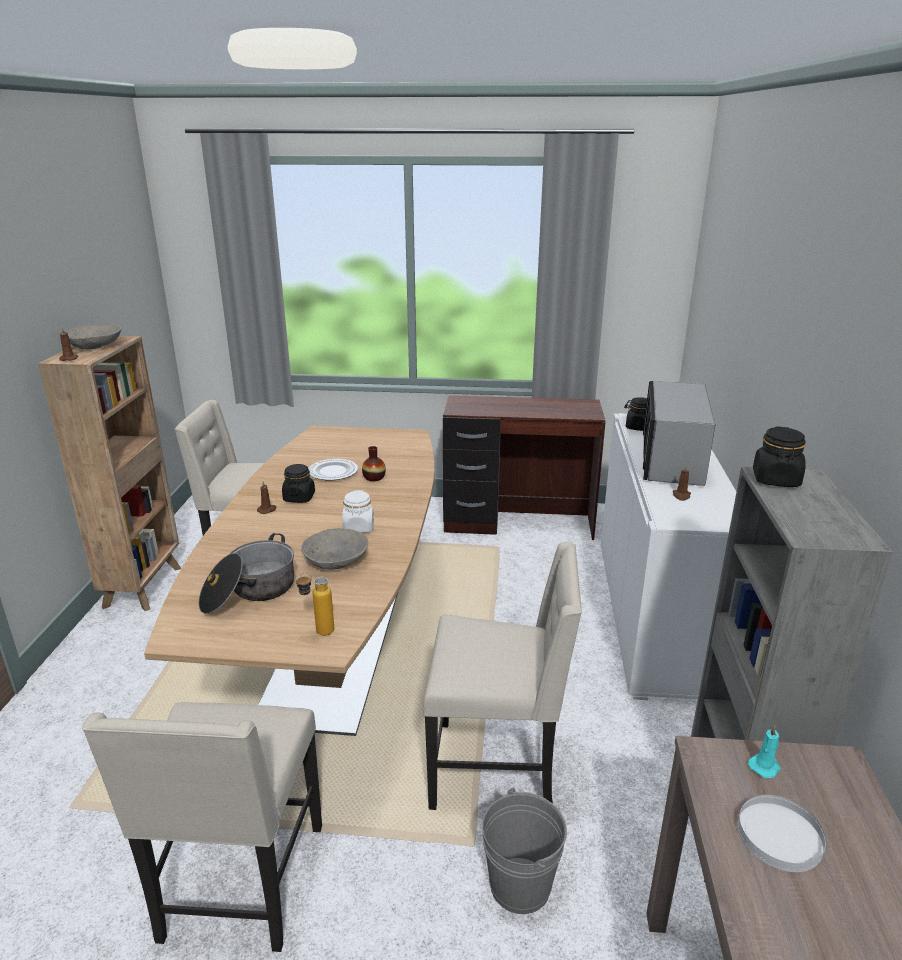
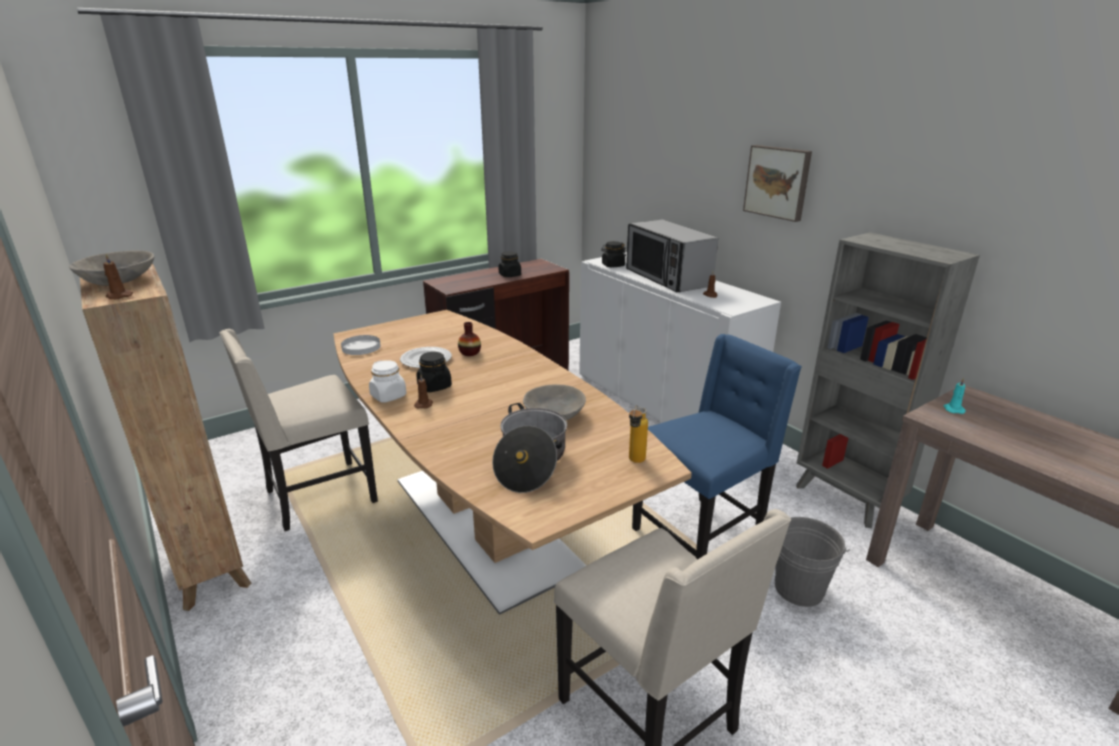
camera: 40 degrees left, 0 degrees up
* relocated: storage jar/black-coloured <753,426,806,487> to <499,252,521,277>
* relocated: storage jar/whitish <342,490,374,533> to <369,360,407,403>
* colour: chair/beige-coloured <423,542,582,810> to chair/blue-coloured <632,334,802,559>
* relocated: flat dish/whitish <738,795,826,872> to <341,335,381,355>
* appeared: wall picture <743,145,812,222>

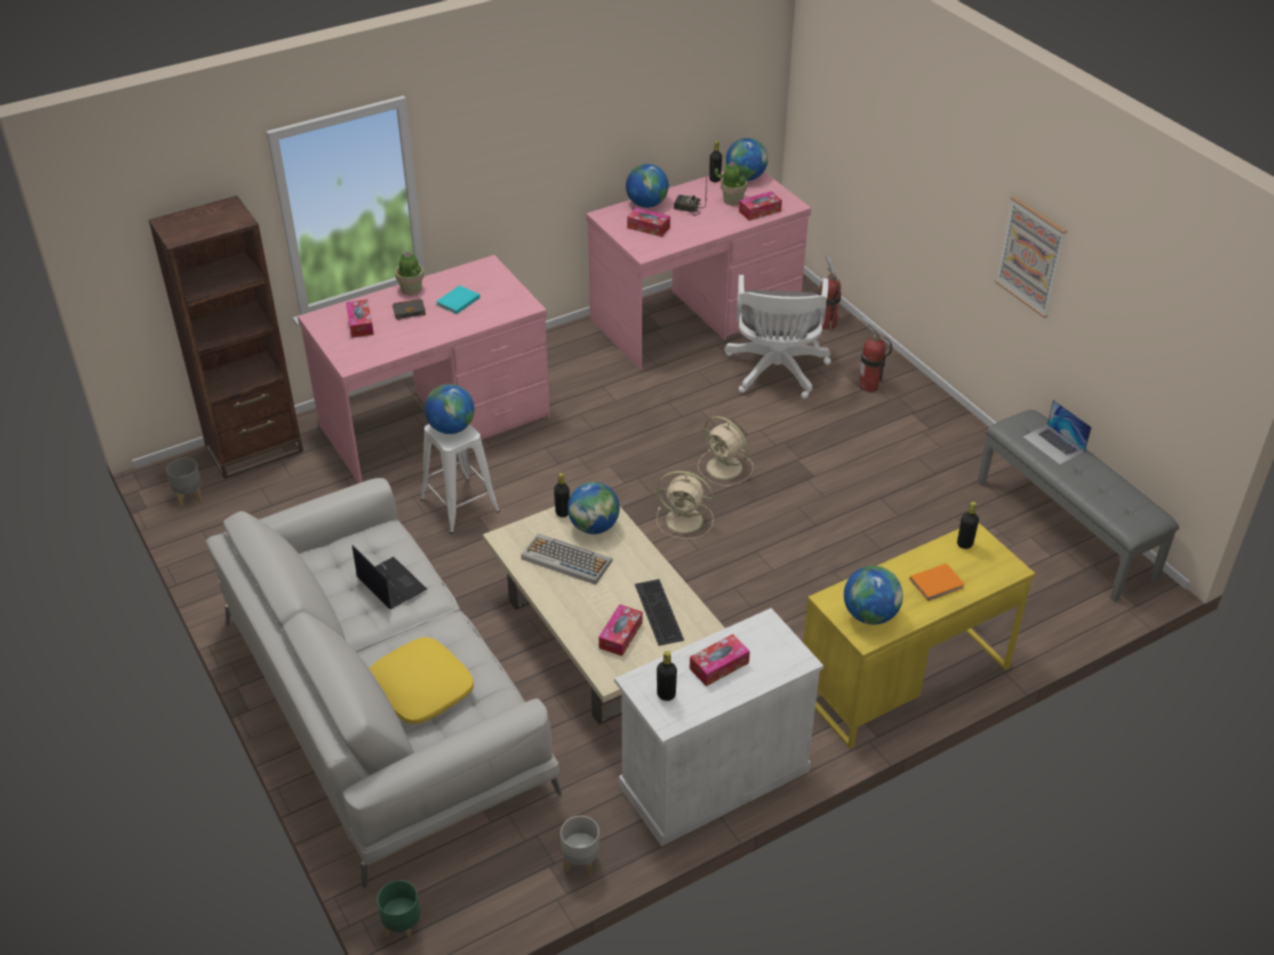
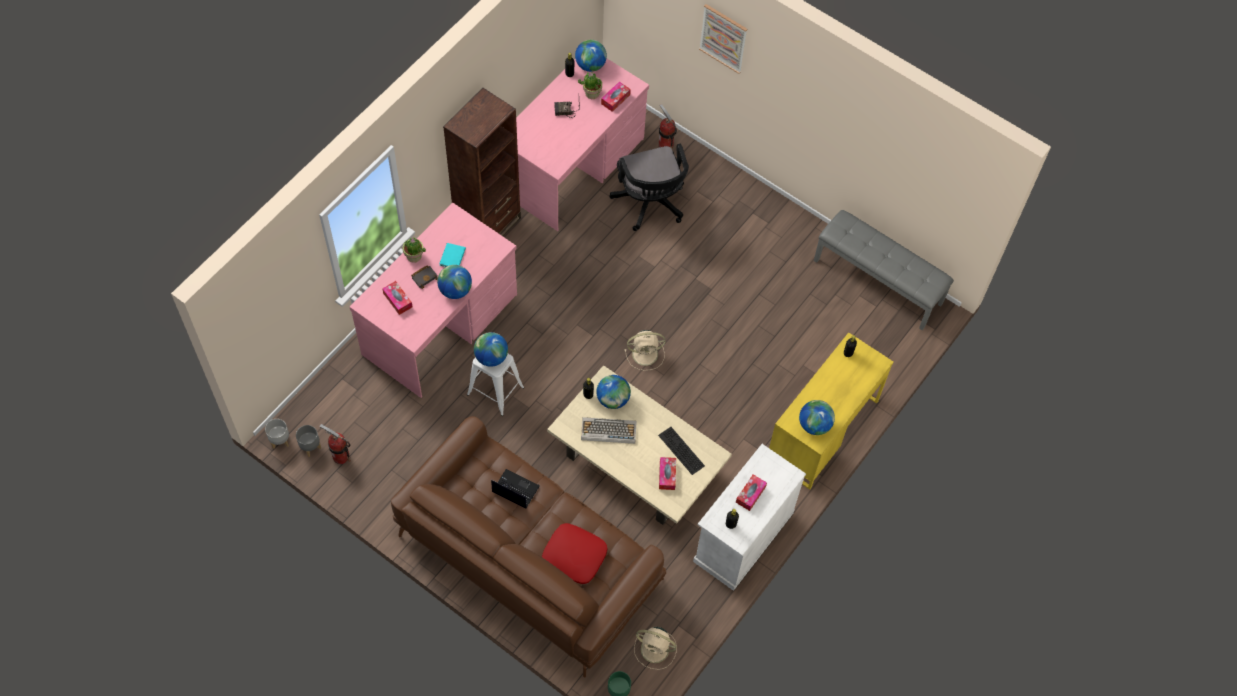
camera: 25 degrees left, 20 degrees up
* relocated: desk globe <626,164,669,208> to <437,265,472,299>
* relocated: shelving unit/brown-coloured <149,196,303,479> to <443,88,521,236>
* relocated: wall picture <995,196,1067,318> to <699,4,747,74>
* missing: box of tissues <627,208,670,237>
* colour: office chair/whitish <725,275,831,399> to office chair/black-coloured <609,144,689,231>
* relocated: extinguisher <859,317,892,392> to <320,424,351,464>
* missing: notebook computer <1023,400,1092,465>
* relocated: fan/beige-coloured <697,416,754,486> to <634,627,677,670>
* colour: couch/whitish <206,478,562,889> to couch/brown-coloured <391,416,666,677>
* missing: book/orangey <910,563,965,601>
* colour: throw pillow/yellow <369,637,474,724> to throw pillow/red <542,523,607,584>
* relocated: planter/grey <560,816,600,877> to <265,419,289,449>

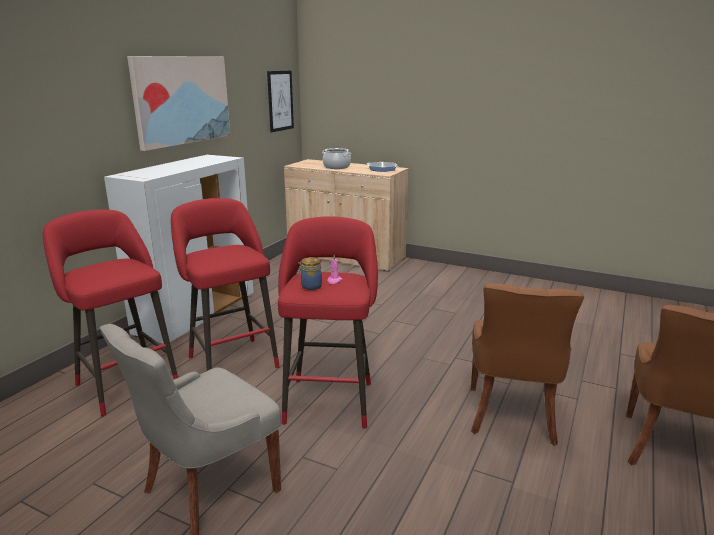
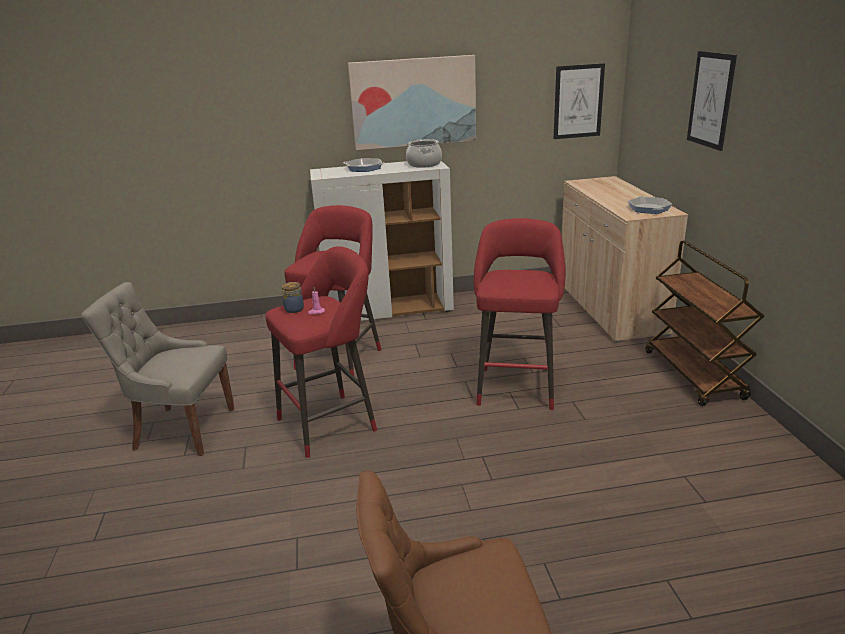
camera: 55 degrees right, 5 degrees up
* relocated: saucepot <322,148,351,169> to <406,139,442,168>
* relocated: stool seat/red <43,210,178,416> to <474,218,566,410>
* missing: chair/brown-coloured <471,283,584,446>
* appeared: wall picture <687,51,737,151>
* appeared: skillet <344,158,384,172>
* appeared: trolley/brown-coloured <645,240,764,406>

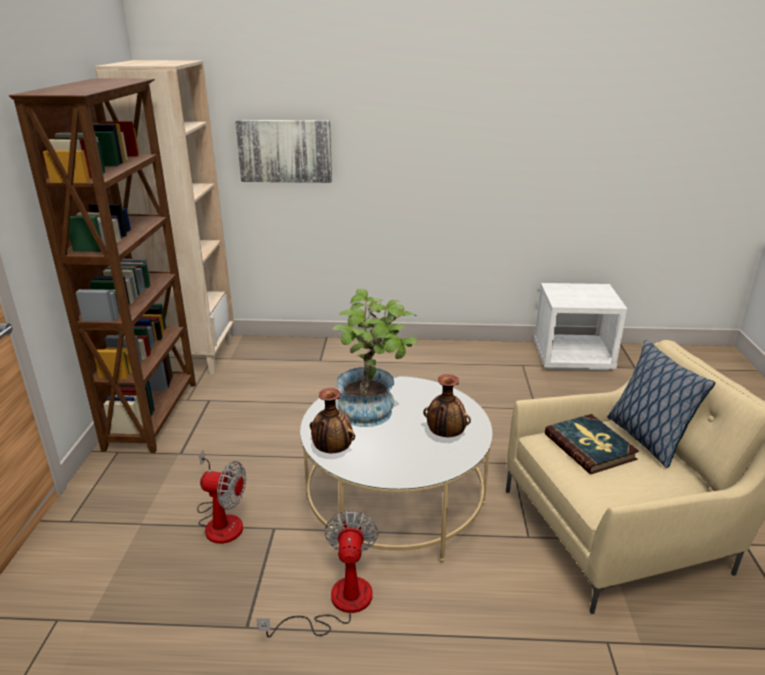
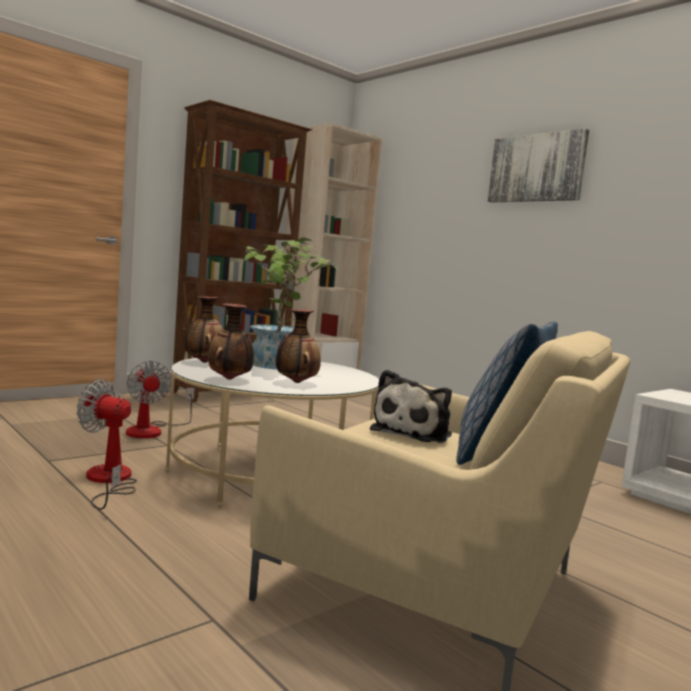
camera: 45 degrees right, 20 degrees down
* relocated: wall picture <235,120,332,183> to <488,129,589,202>
* exchanged: book <545,414,639,474> to plush toy <370,369,452,443>
* spun: fan <257,511,378,638> = <76,380,137,510> 120 degrees counterclockwise
* appeared: vase <208,303,254,380>

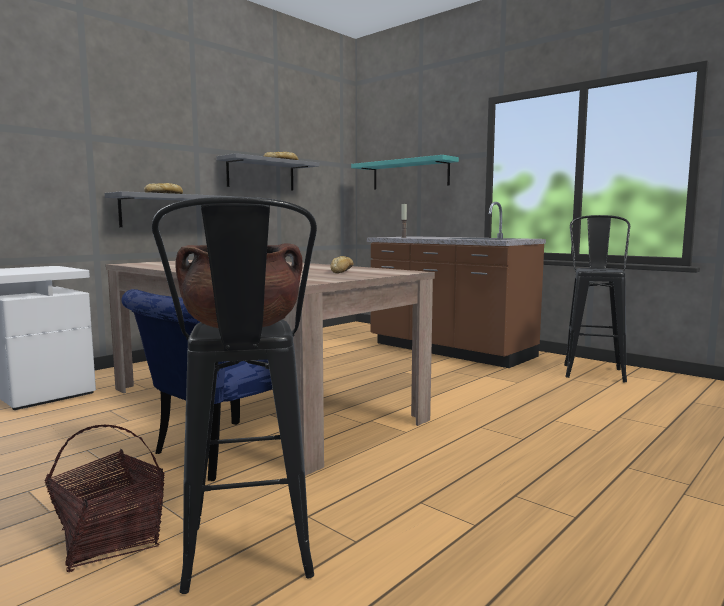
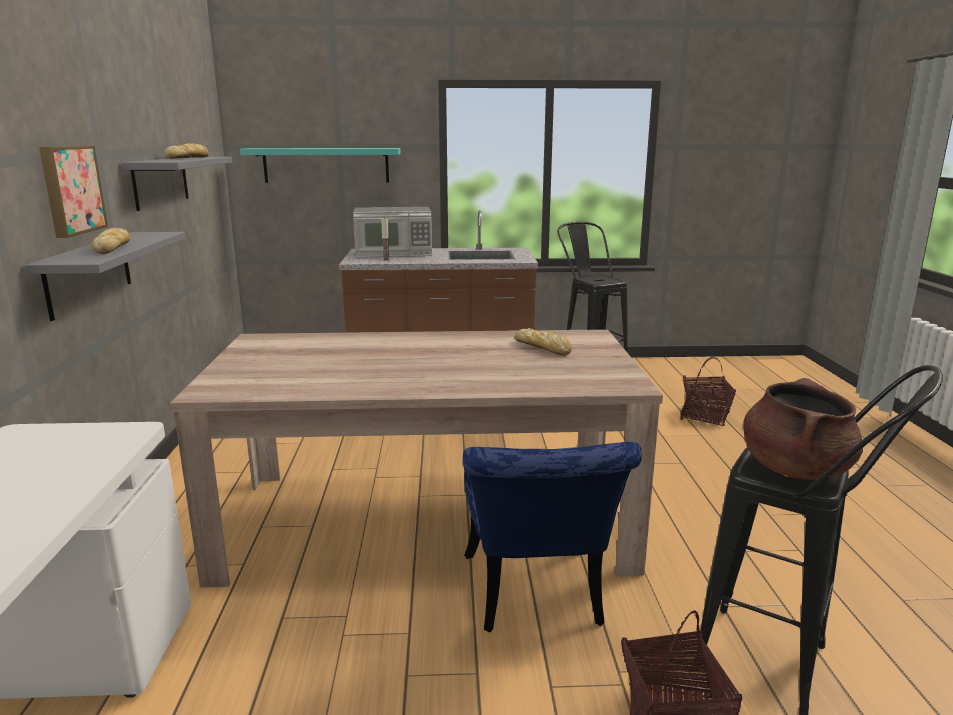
camera: 45 degrees left, 10 degrees up
* appeared: wall picture <39,146,108,238>
* appeared: microwave <353,207,432,258>
* appeared: basket <680,357,736,426>

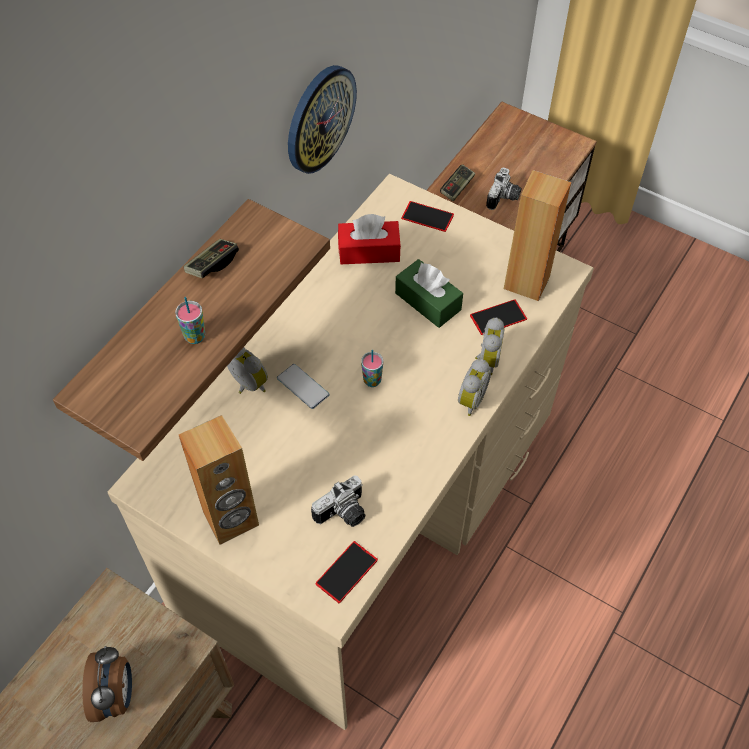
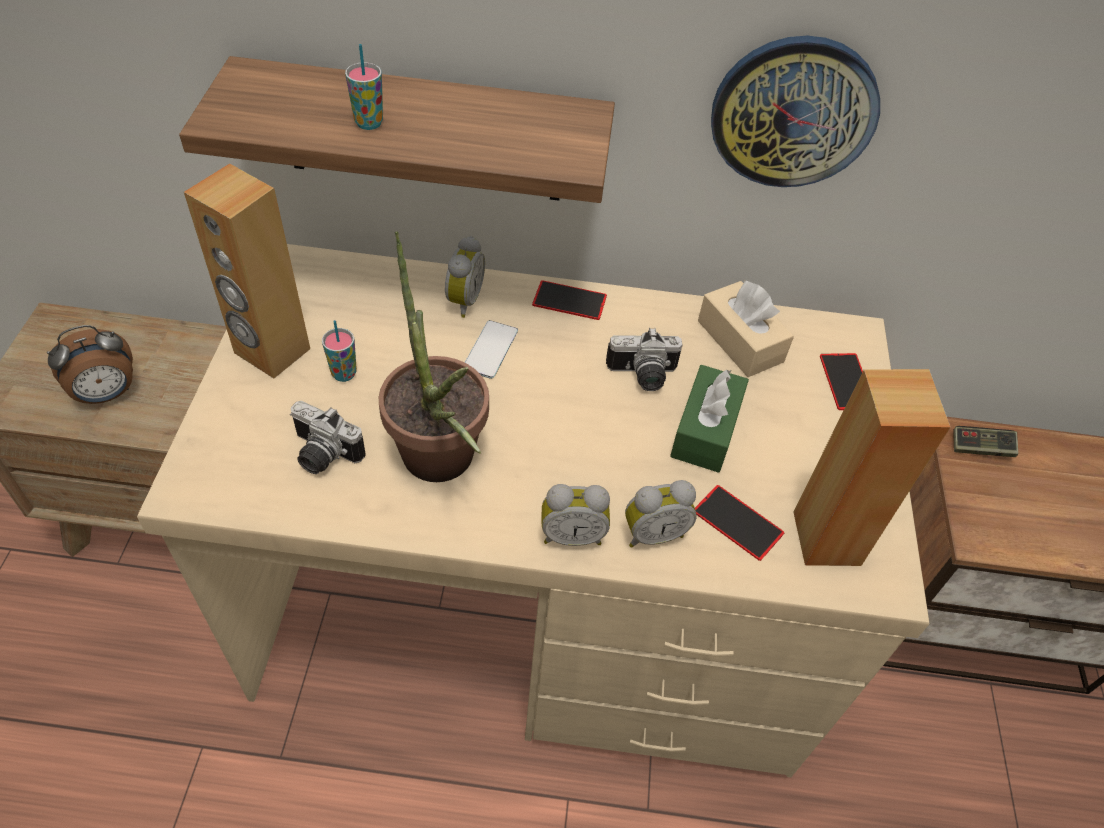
camera: 60 degrees right, 5 degrees down
* relocated: photo camera <486,167,521,210> to <606,328,682,391>
* colour: box of tissues/red <338,214,401,264> to box of tissues/beige-coloured <698,280,794,377>
* missing: game controller <184,239,239,278>
* relocated: drinking cup <361,350,383,387> to <322,320,357,382>
* relocated: telephone <315,541,378,603> to <532,280,607,320>
* appeared: houseplant <379,231,489,482>

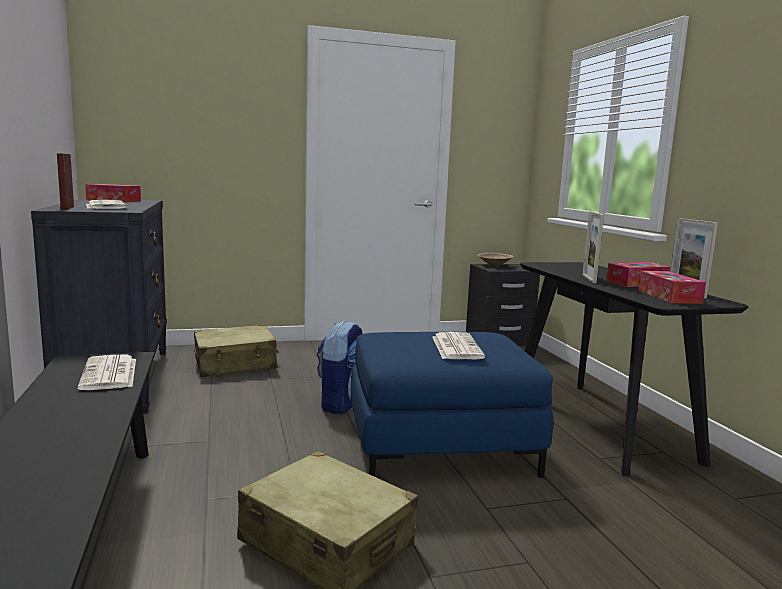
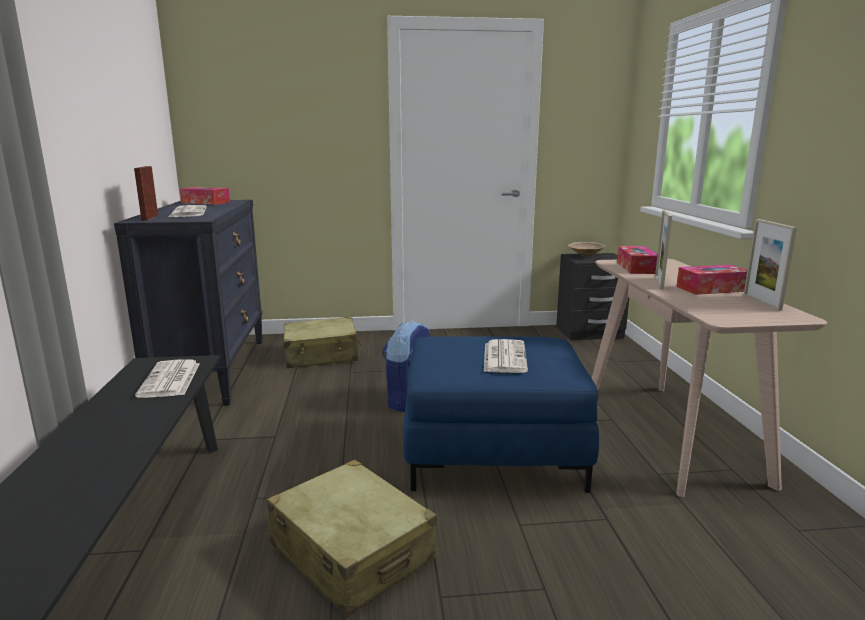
camera: 10 degrees right, 5 degrees up
* colour: narrow table/black-coloured <520,262,749,477> to narrow table/beige-coloured <592,259,827,497>
* relocated: box of tissues <638,271,706,304> to <617,246,658,274>

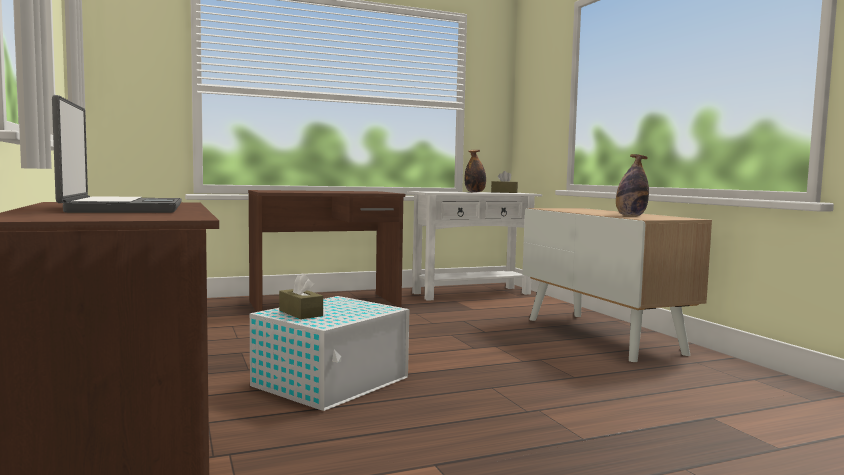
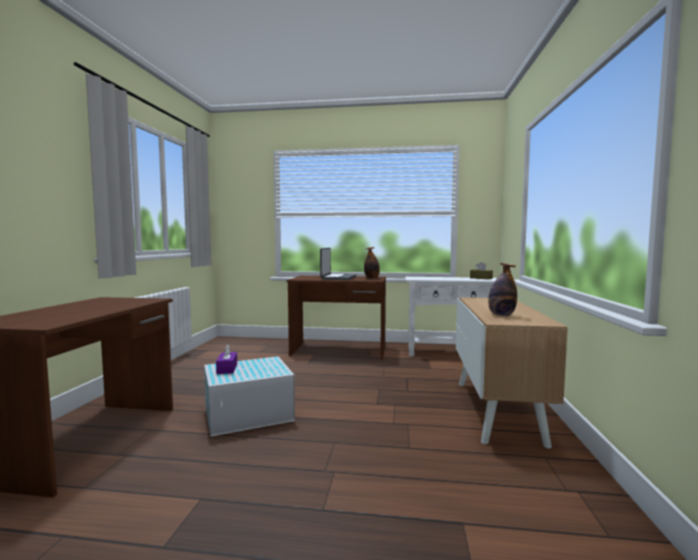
camera: 30 degrees right, 0 degrees up
* relocated: notebook computer <52,95,182,213> to <320,248,356,280>
* relocated: beverage bottle <464,150,486,193> to <364,247,380,279>
* colour: box of tissues/brown-coloured <279,273,323,319> to box of tissues/purple-coloured <216,344,237,374>

